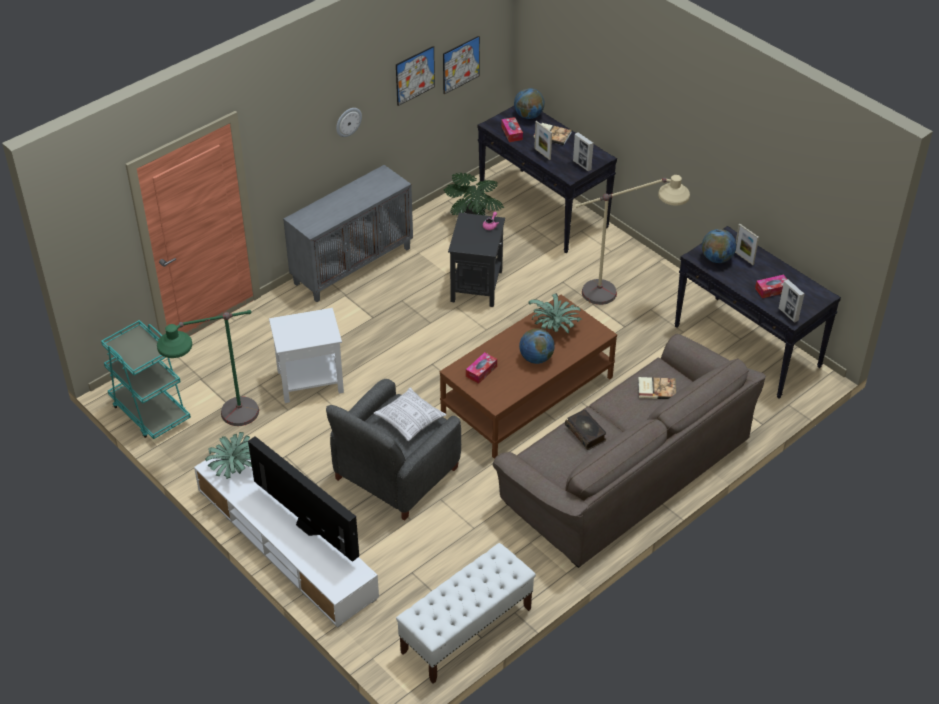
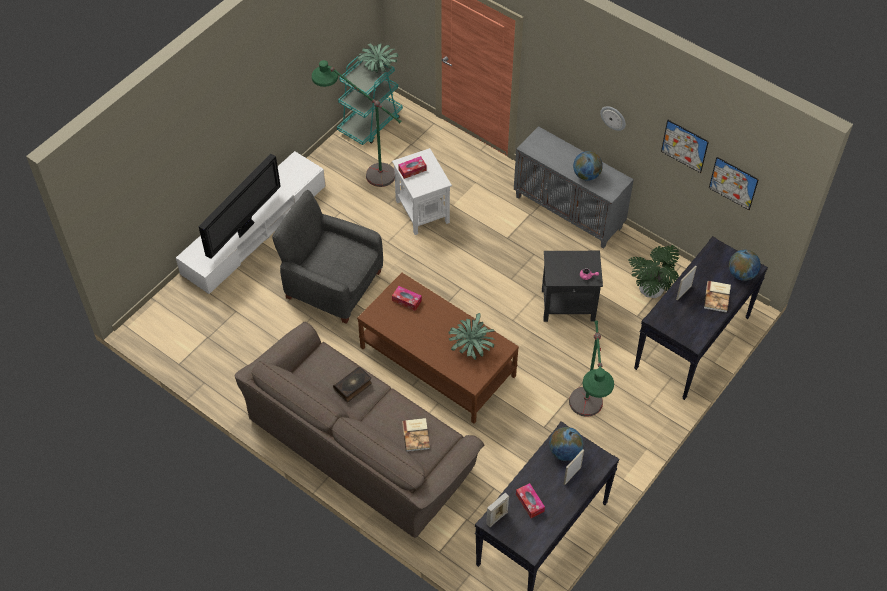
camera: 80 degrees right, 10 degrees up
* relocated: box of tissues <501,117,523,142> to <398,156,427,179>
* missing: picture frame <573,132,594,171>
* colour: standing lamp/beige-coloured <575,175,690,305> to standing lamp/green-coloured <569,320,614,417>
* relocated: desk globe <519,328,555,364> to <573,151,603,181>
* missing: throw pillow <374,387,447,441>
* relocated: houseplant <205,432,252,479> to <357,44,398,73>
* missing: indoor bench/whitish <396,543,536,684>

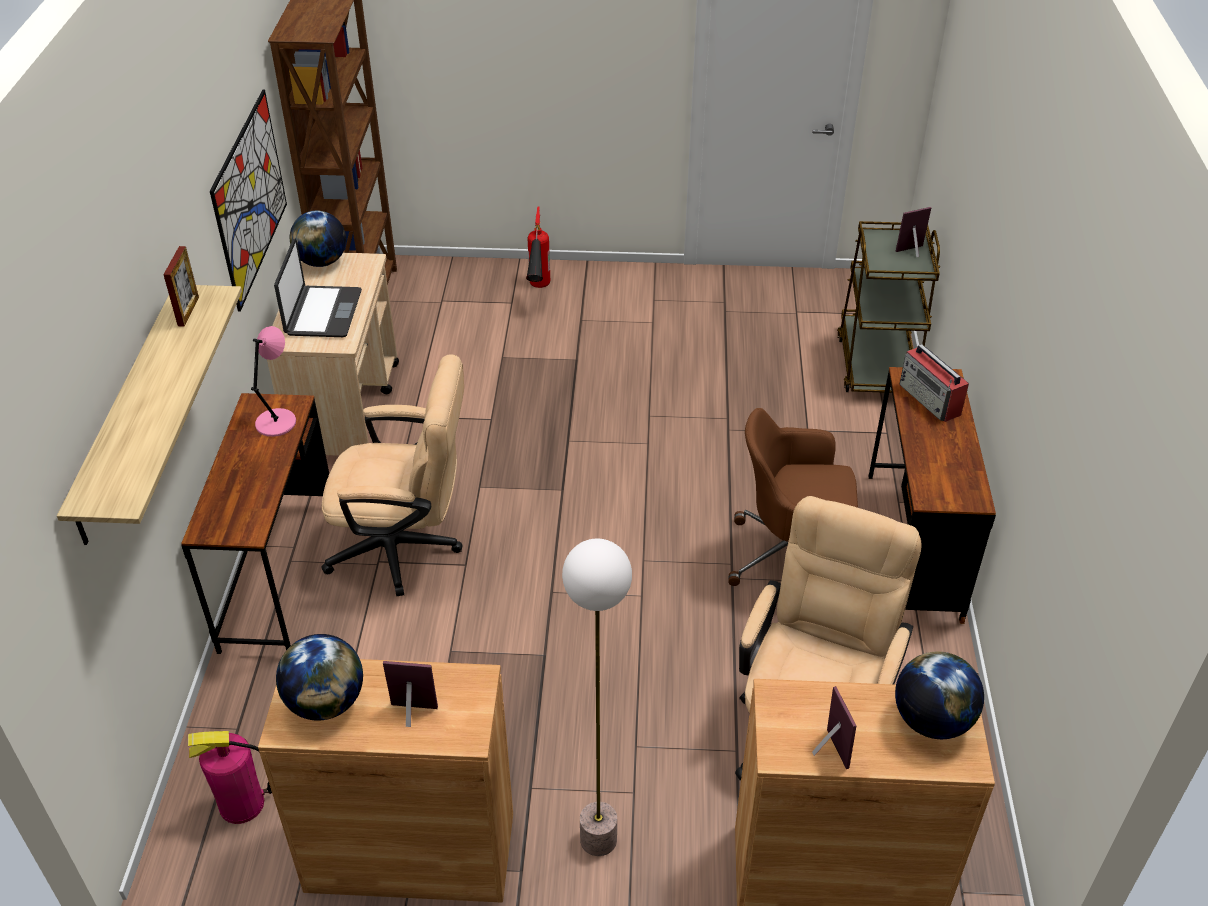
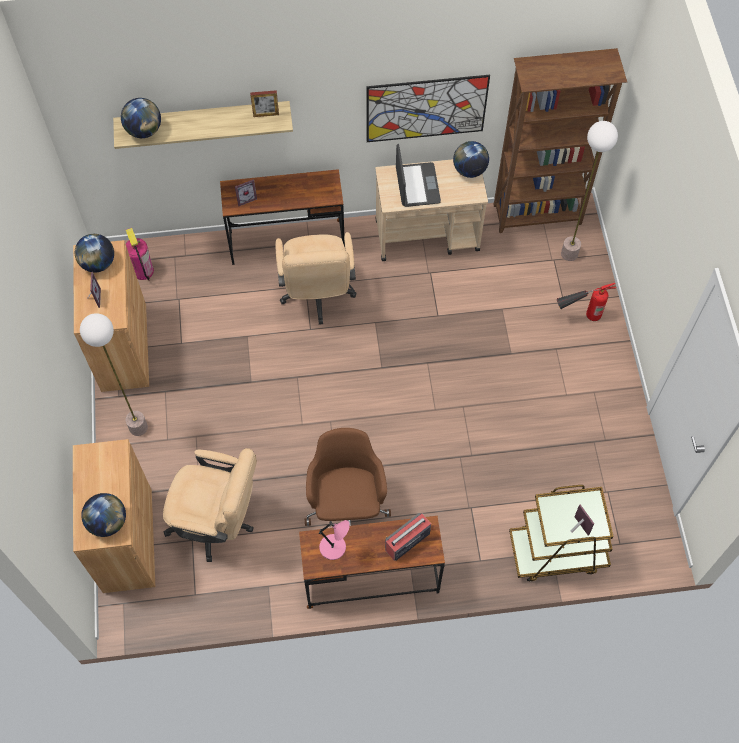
camera: 80 degrees right, 20 degrees up
* spun: notebook computer <274,238,362,337> = <396,144,441,207> 90 degrees counterclockwise
* relocated: tabletop lamp/pink-coloured <251,326,296,437> to <319,520,350,560>
* relocated: picture frame <812,686,856,769> to <235,179,257,206>
* appeared: desk globe <121,98,161,138>
* appeared: standing lamp <561,121,618,261>

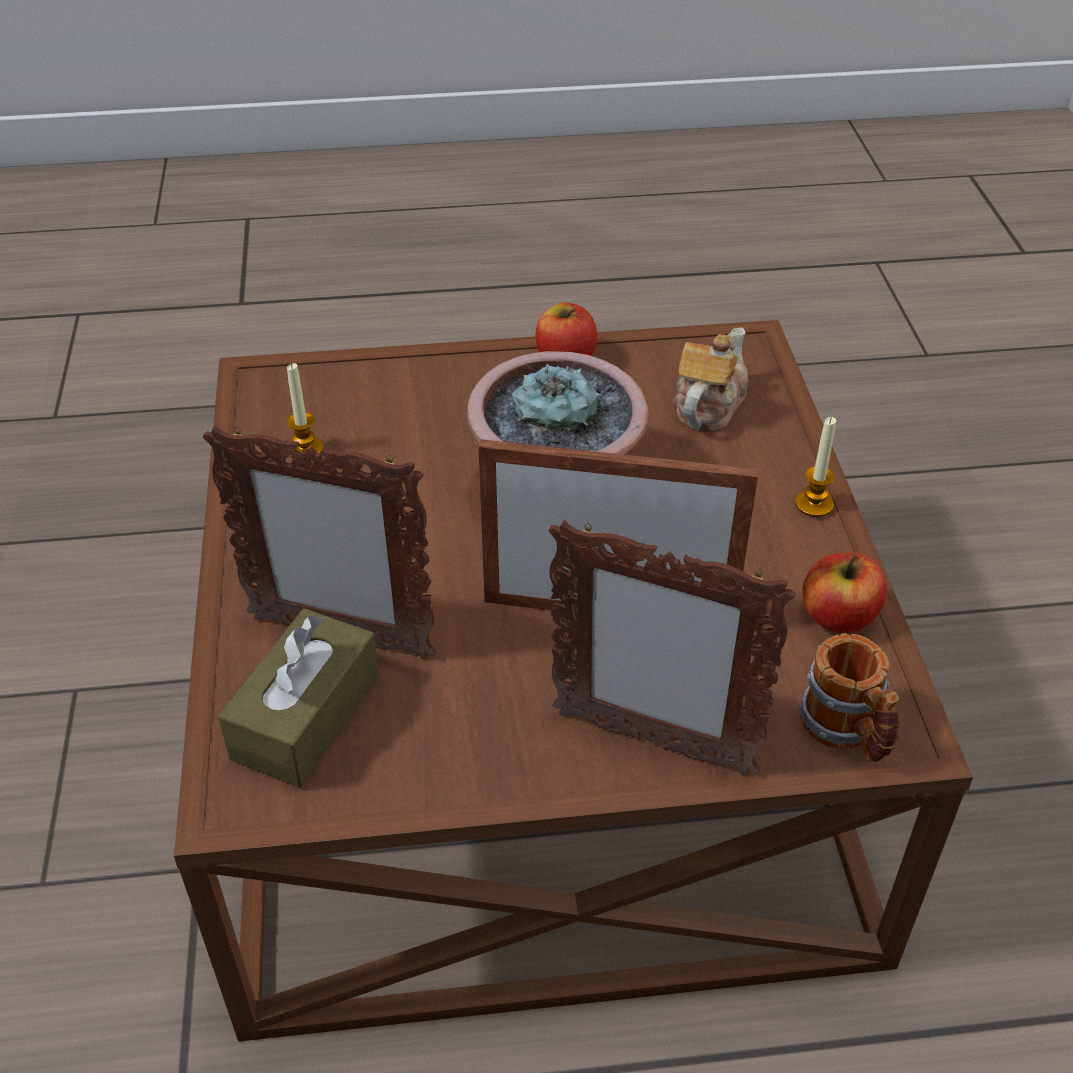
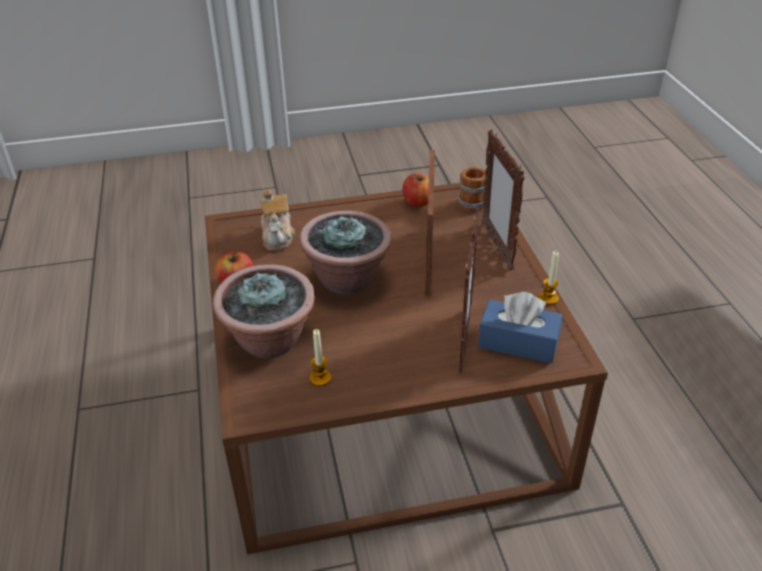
camera: 95 degrees left, 5 degrees down
* spun: tea pot <673,327,749,432> = <261,189,295,251> 120 degrees counterclockwise
* relocated: wax candle <795,417,836,517> to <539,251,559,305>
* spun: picture frame <548,520,796,776> = <482,129,525,270> 150 degrees clockwise
* colour: box of tissues/brown-coloured <218,608,379,787> to box of tissues/blue-coloured <478,292,562,363>
* appeared: houseplant <213,264,315,358>

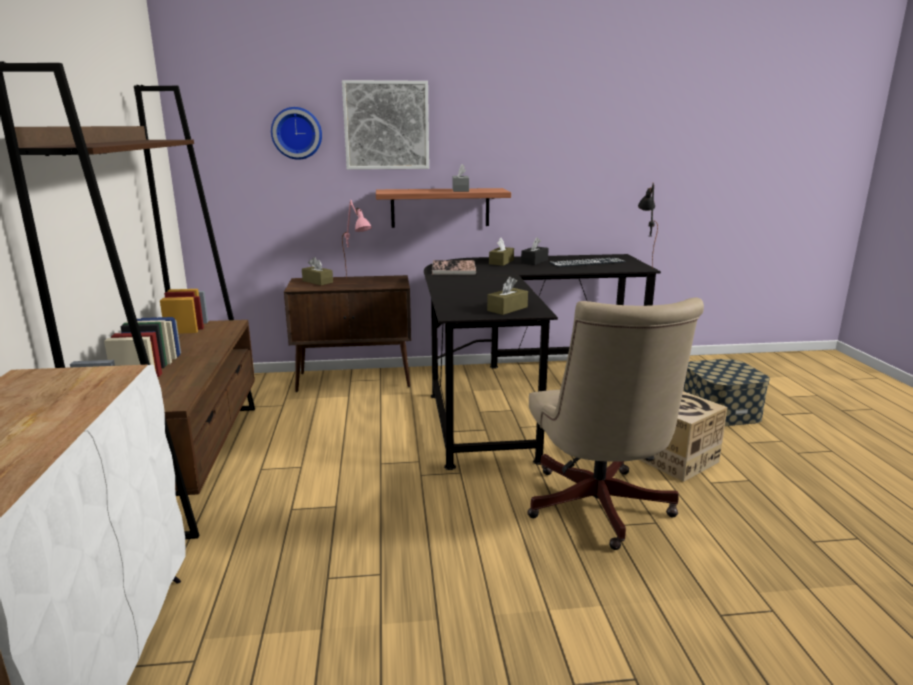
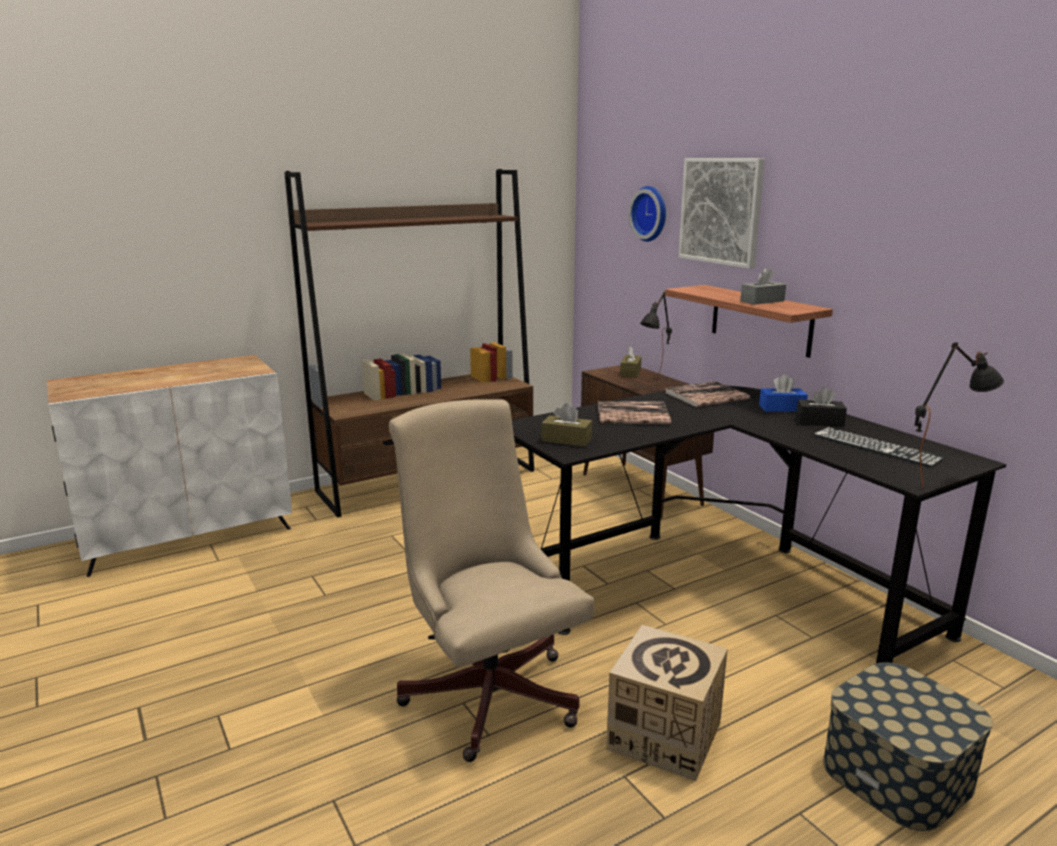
camera: 65 degrees right, 0 degrees up
* colour: tabletop lamp/pink-coloured <342,200,372,279> to tabletop lamp/black-coloured <640,292,672,378>
* colour: box of tissues/brown-coloured <489,238,514,266> to box of tissues/blue-coloured <759,374,808,412>
* spun: office chair/beige-coloured <527,298,704,550> = <389,399,594,762> 90 degrees clockwise
* appeared: book <598,401,671,424>

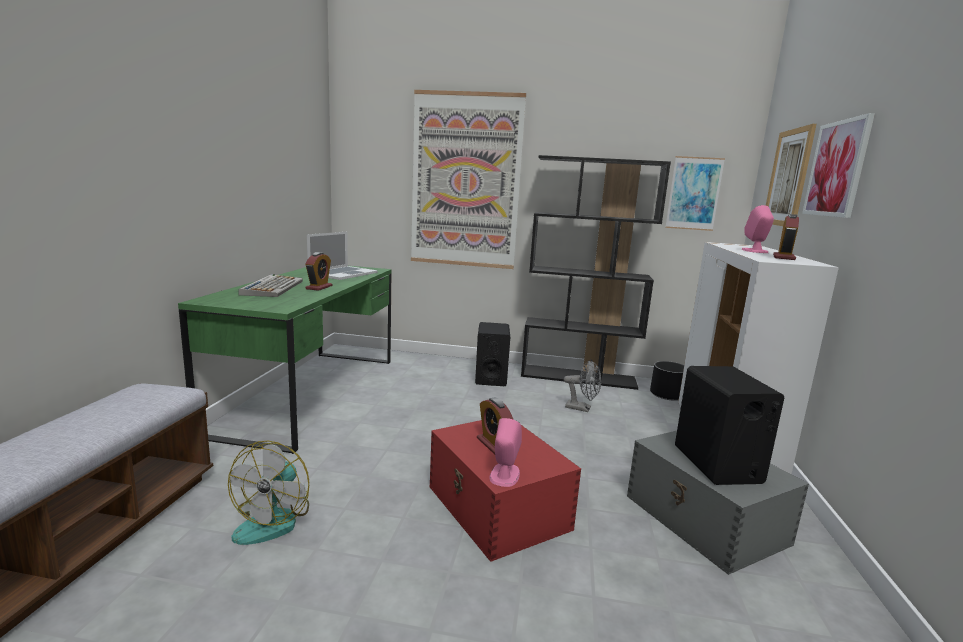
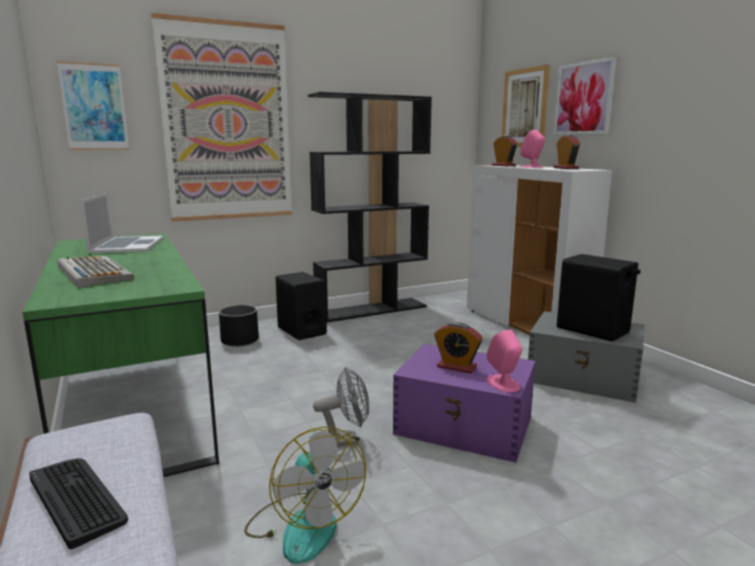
camera: 35 degrees left, 0 degrees up
* relocated: wall picture <665,156,725,231> to <57,61,129,150>
* relocated: alarm clock <305,252,332,291> to <492,135,518,166>
* relocated: fan/grey <564,360,601,412> to <313,367,369,447>
* relocated: planter/black-coloured <650,361,684,401> to <219,305,259,347>
* colour: storage container/red <430,420,581,562> to storage container/purple-coloured <393,344,535,463>
* appeared: keyboard <29,458,128,549>

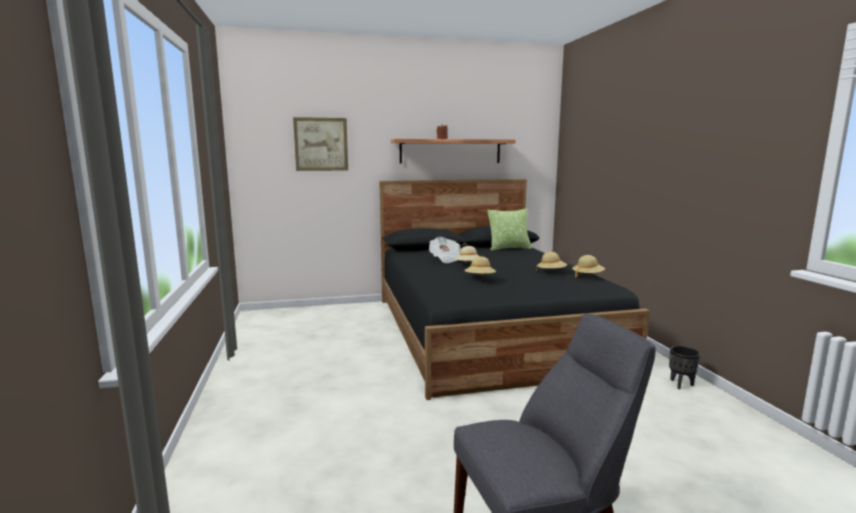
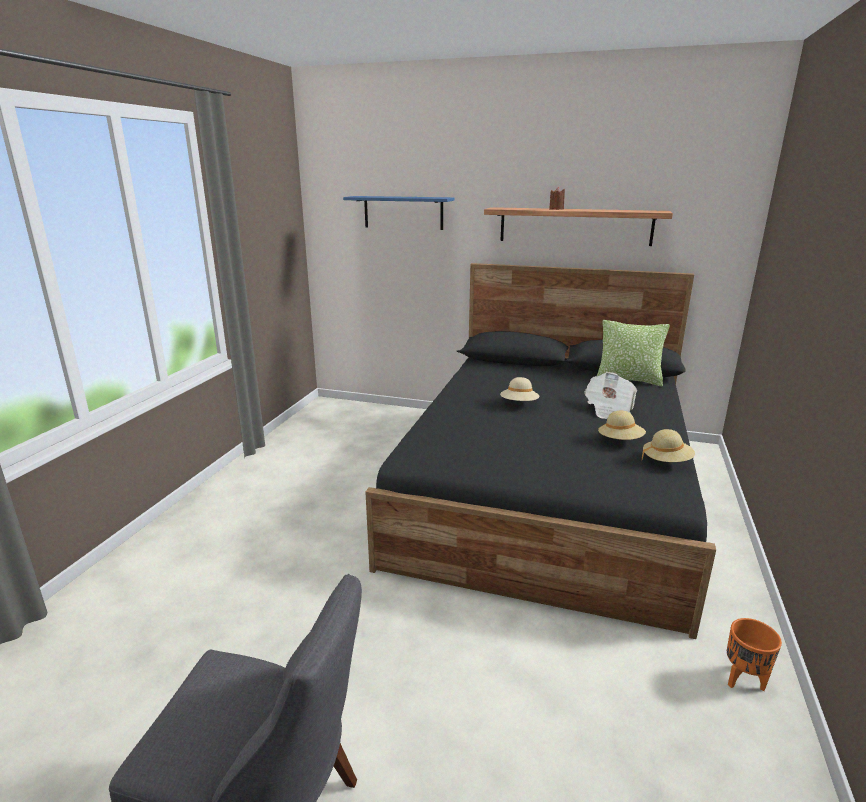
camera: 30 degrees right, 10 degrees up
* exchanged: wall picture <293,117,348,171> to wall shelf/blue-coloured <343,196,455,230>
* relocated: newspaper <429,237,461,263> to <584,372,637,419>
* missing: clothing hat/beige-coloured <464,256,496,275>
* colour: planter/black-coloured <669,346,700,389> to planter/orangey <727,618,782,691>

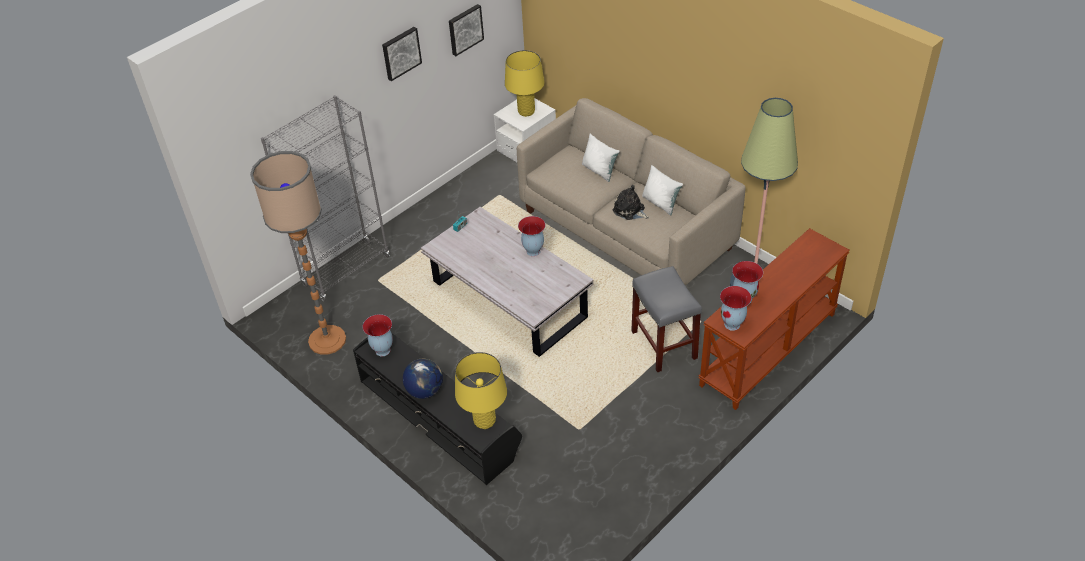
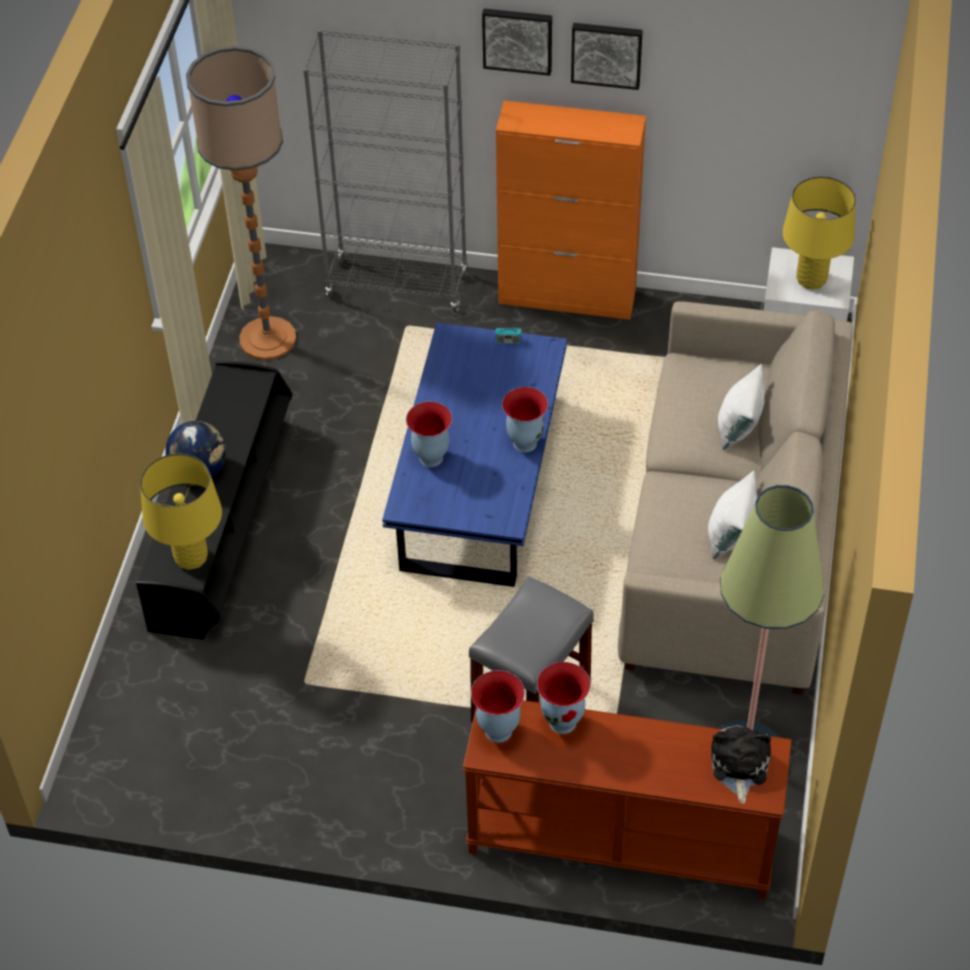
camera: 55 degrees right, 5 degrees up
* relocated: wall picture <449,4,484,56> to <482,9,552,76>
* relocated: plush toy <613,185,649,220> to <711,726,771,804>
* colour: low table/whitish <421,207,594,357> to low table/blue-coloured <382,323,567,587>
* relocated: vase <363,314,393,356> to <406,402,452,467>
* appeared: cupboard/orangey <496,101,646,320>

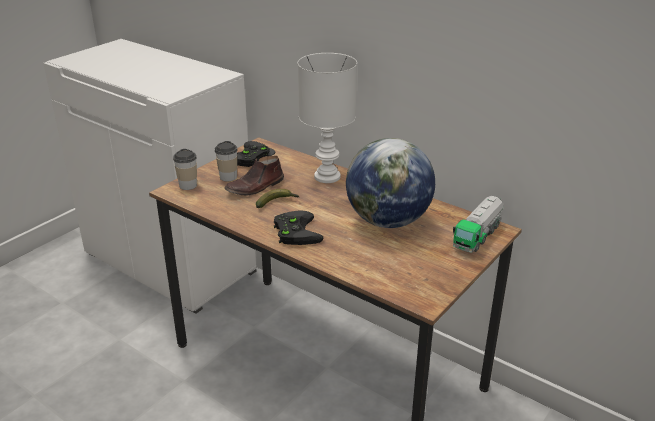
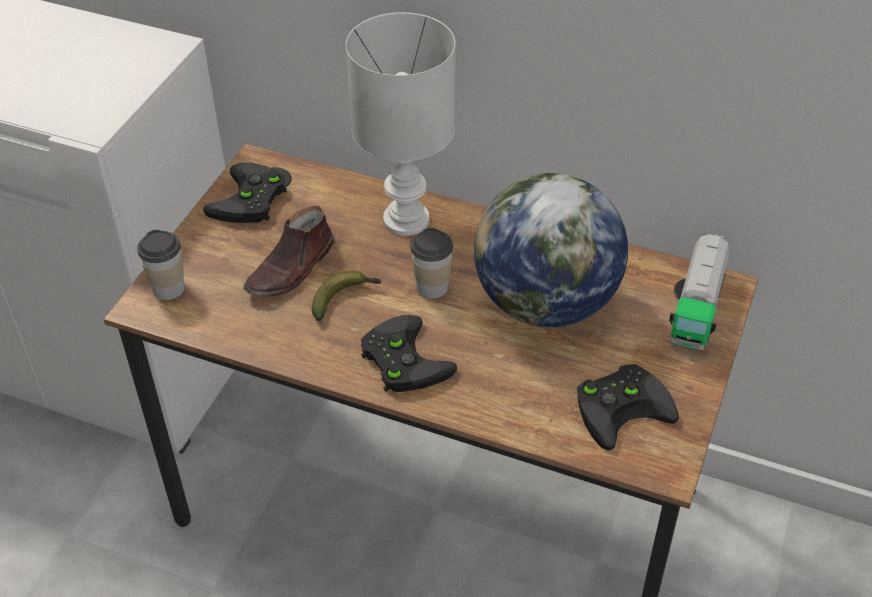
camera: 15 degrees left, 15 degrees up
* relocated: drinking cup <215,141,237,181> to <410,228,453,299>
* appeared: game controller/black-coloured <577,364,679,451>

